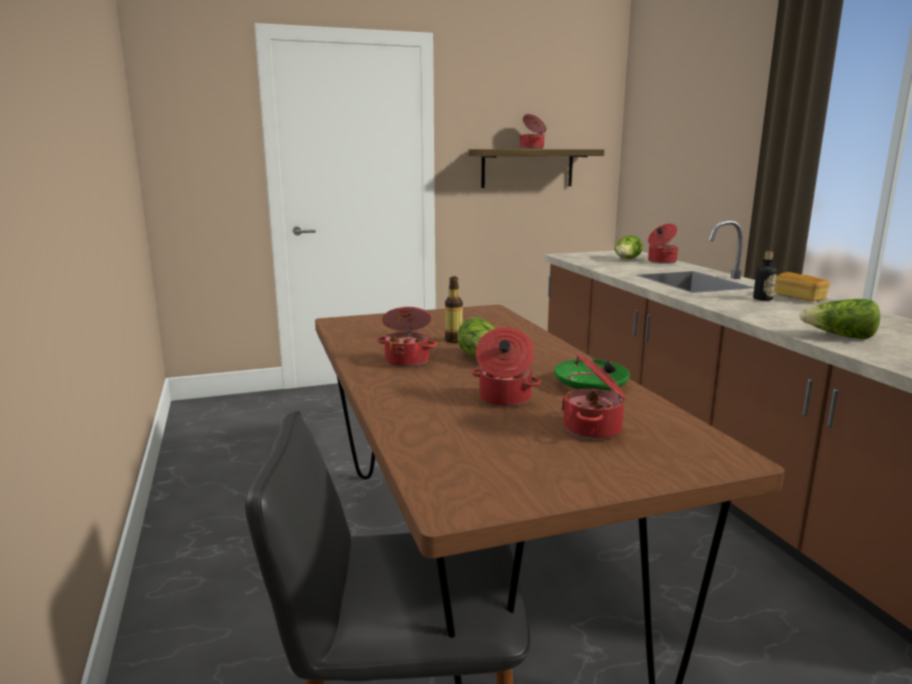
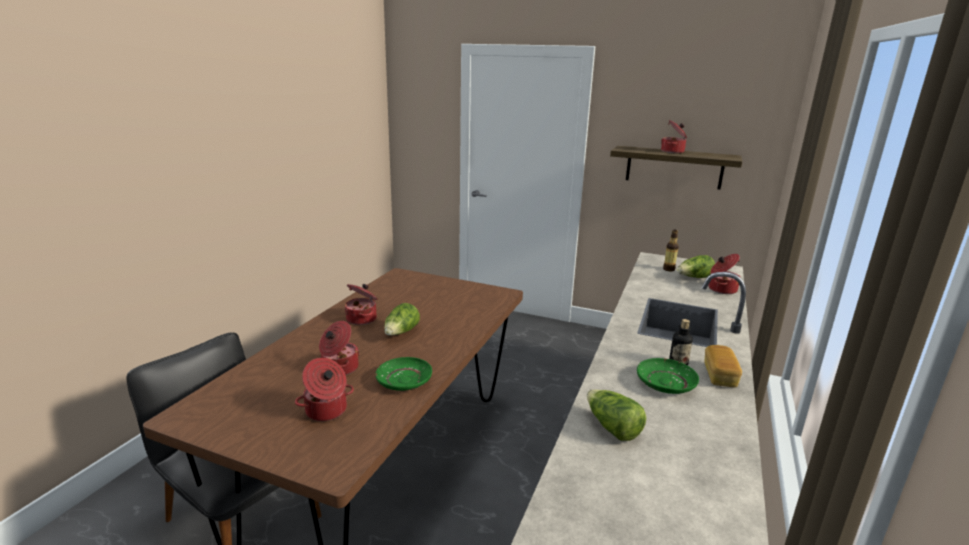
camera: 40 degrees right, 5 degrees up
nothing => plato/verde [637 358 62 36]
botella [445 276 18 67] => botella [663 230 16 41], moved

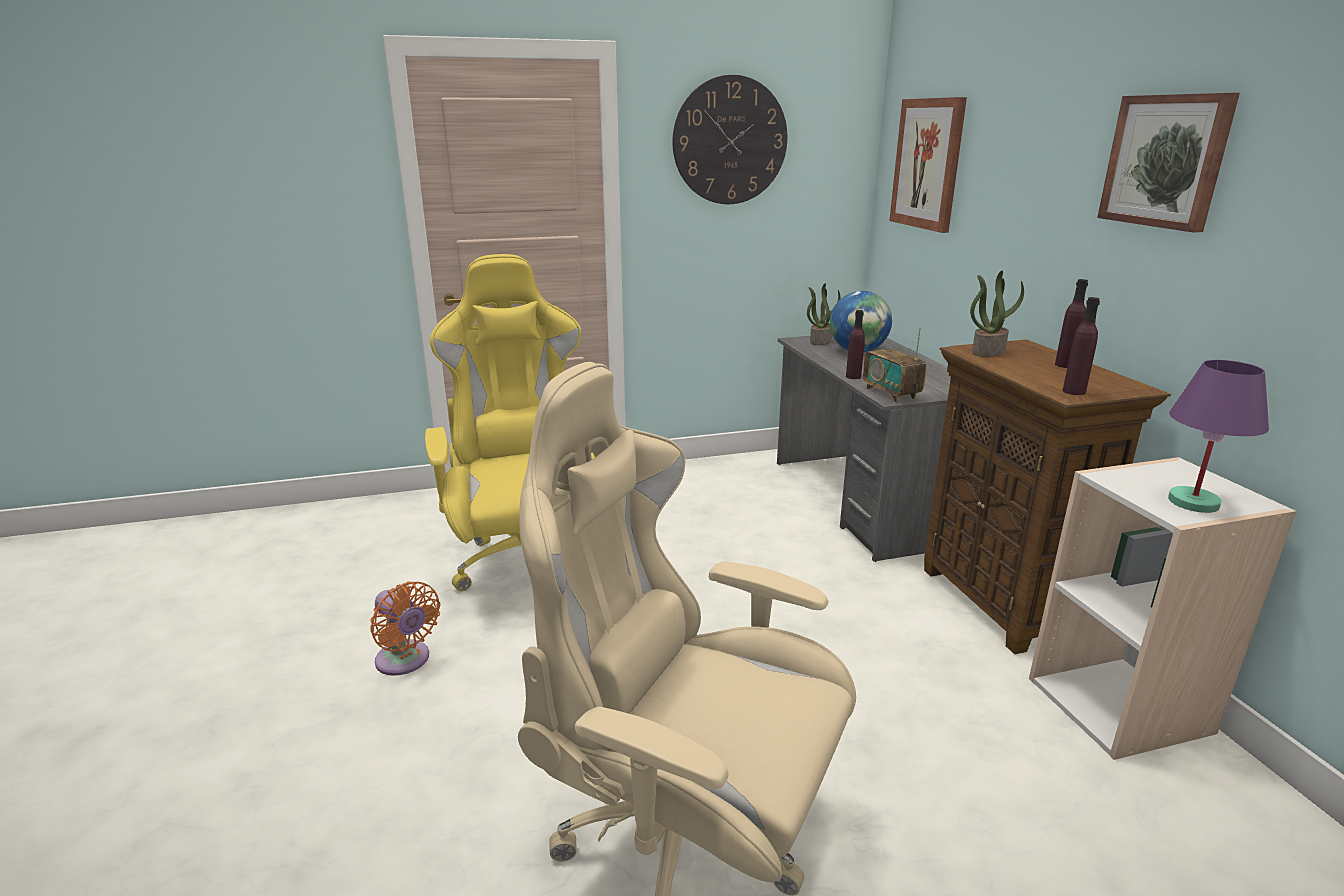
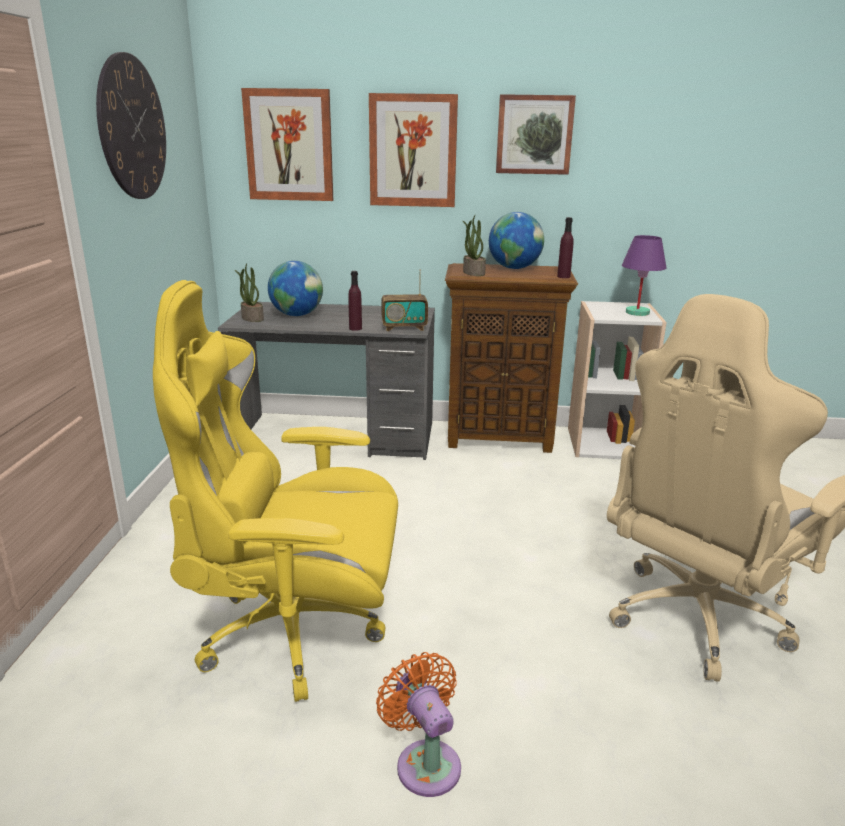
camera: 70 degrees left, 0 degrees up
nothing => cuadro [369 93 89 114]
ventilador/naranja [370 581 70 95] => ventilador/naranja [376 652 85 145], 90 degrees counterclockwise
botella/morado [1055 279 33 89] => globo terráqueo [489 212 55 57]

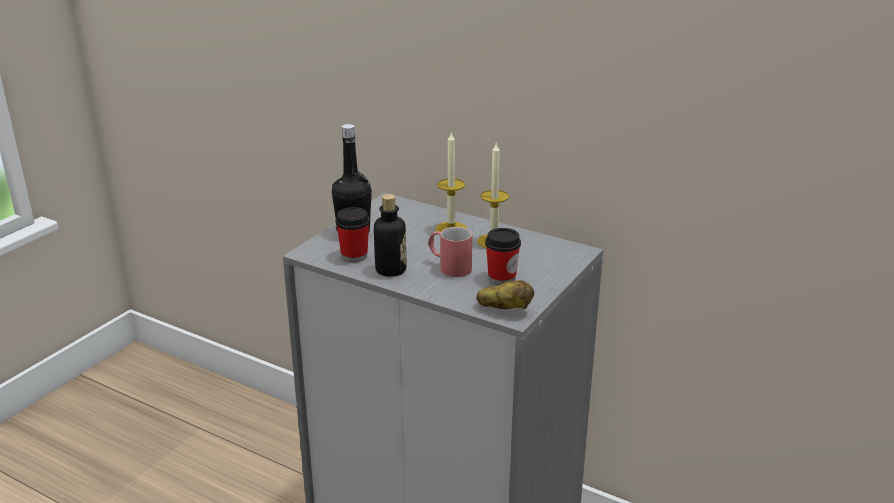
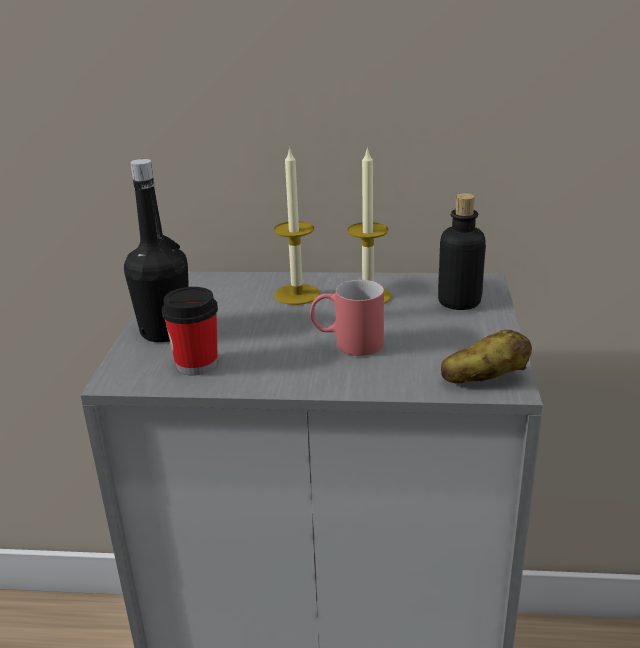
camera: 25 degrees left, 0 degrees up
botella [374 194 32 83] => botella [438 193 48 117], moved
taza [485 228 36 57] => nothing

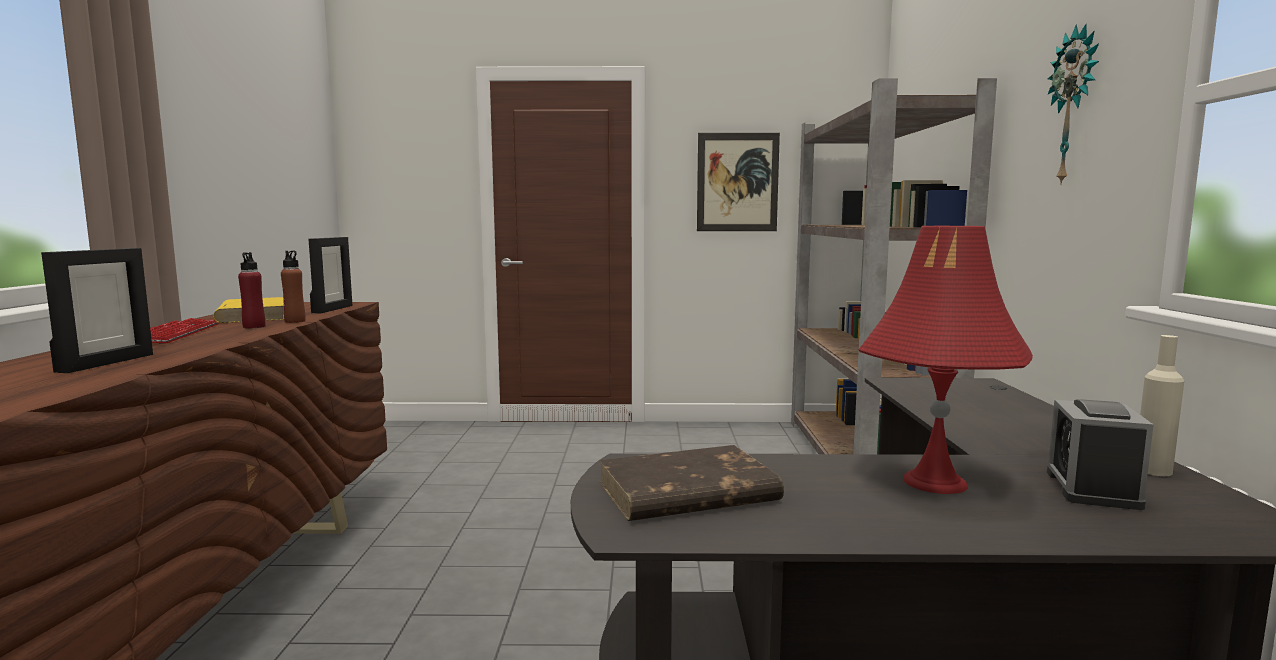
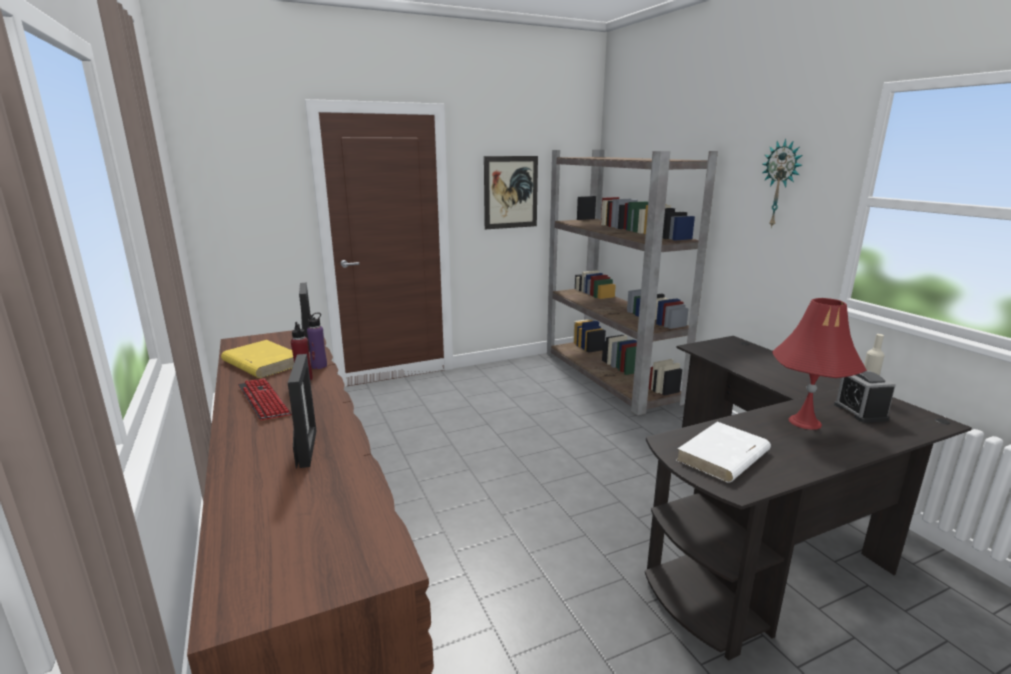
camera: 25 degrees left, 10 degrees up
botella/marrón [281 251 25 72] => botella/morado [307 312 20 57]
libro/marrón [599 445 185 76] => libro/blanco [676 422 95 61]

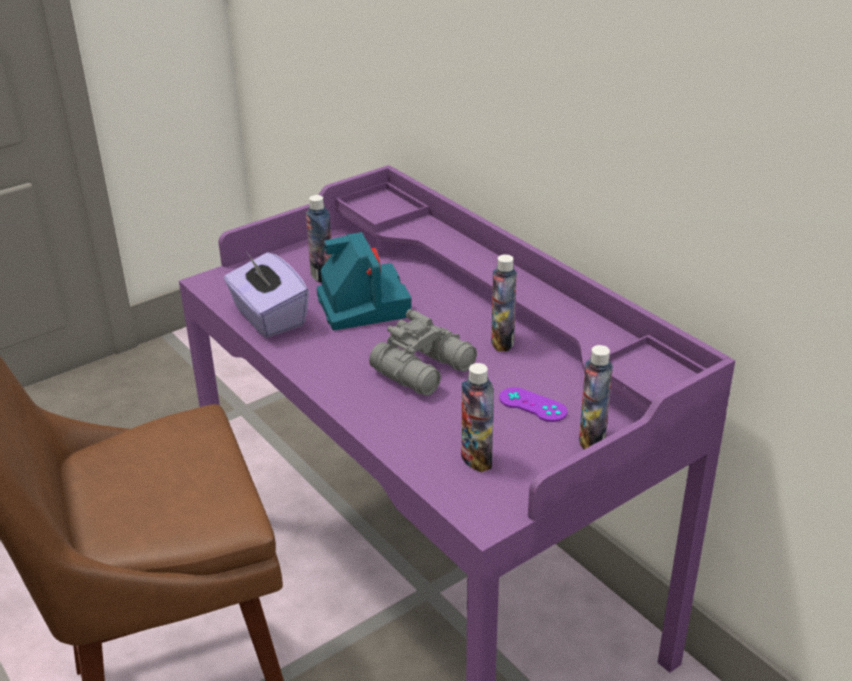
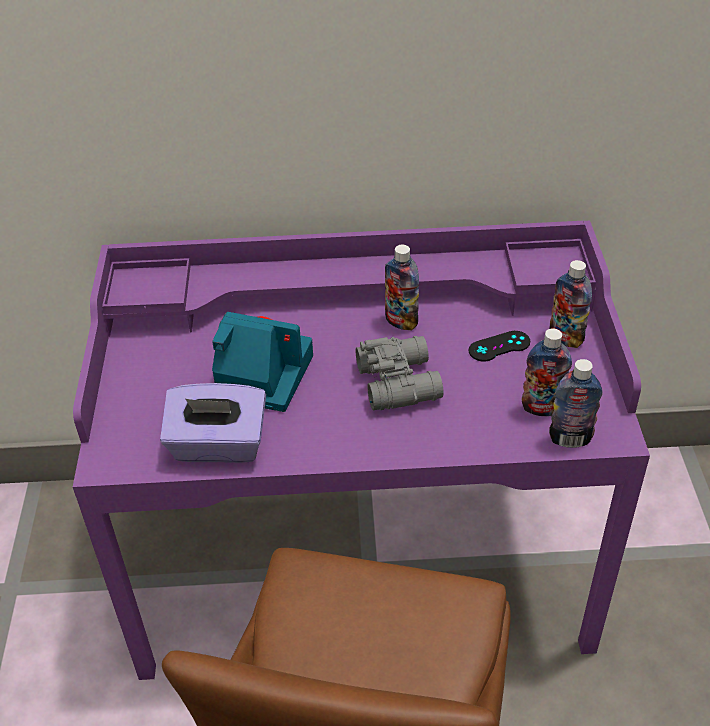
camera: 55 degrees left, 10 degrees up
mando de consola/morado [499 387 68 35] => mando de consola/negro [469 331 61 30]
botella [306 195 26 88] => botella [549 359 53 89], moved

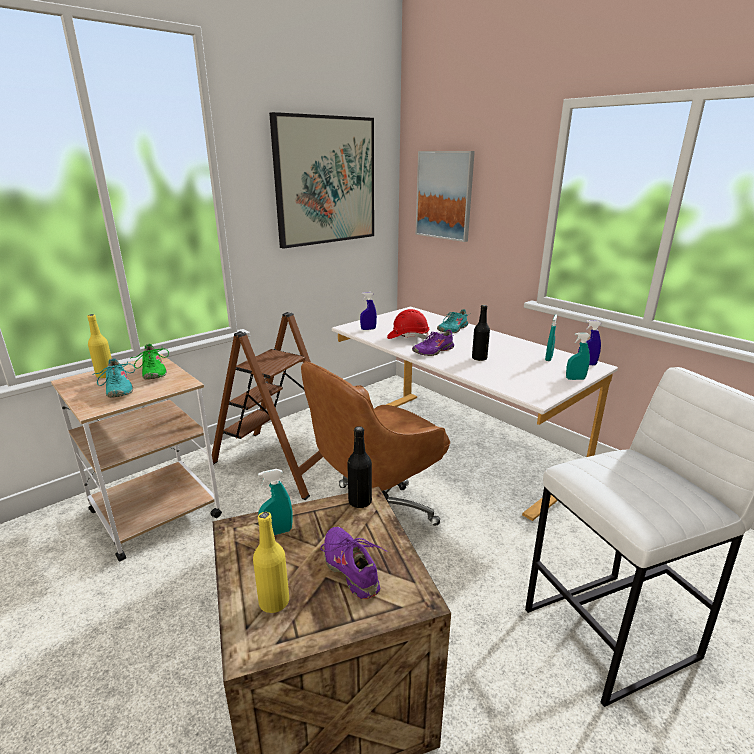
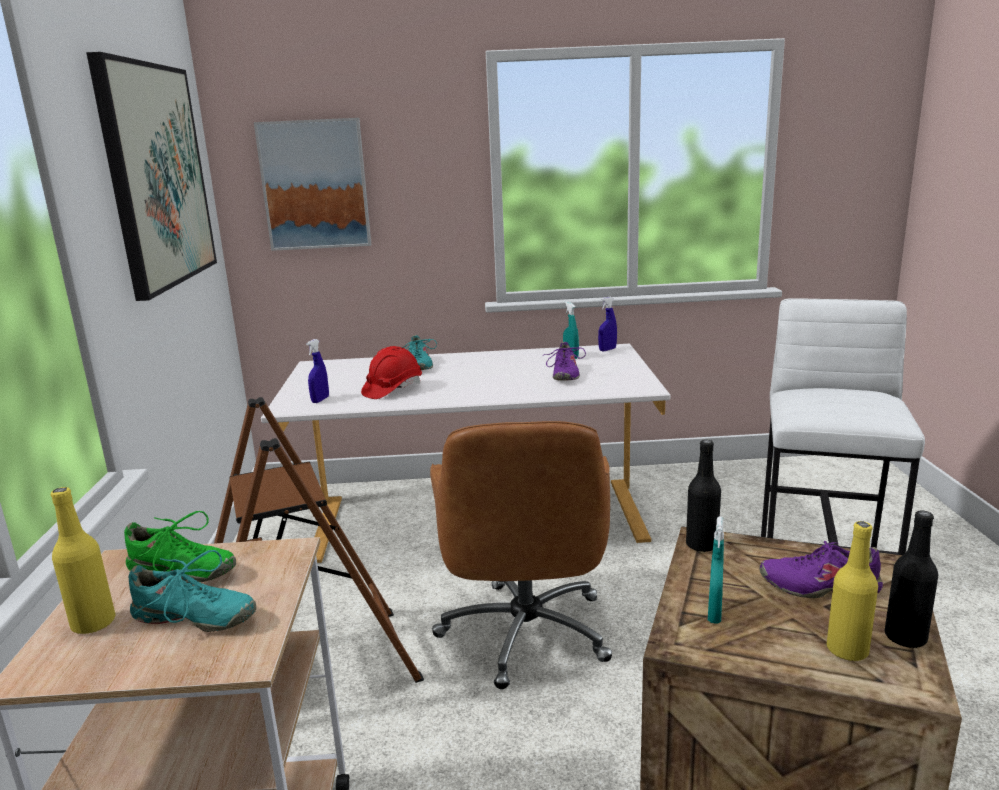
camera: 50 degrees left, 5 degrees down
zapato/morado [412 329 42 27] => zapato/morado [544 342 42 39], moved
botella/negro [472 305 18 56] => botella/negro [884 511 54 137], moved
pulverizador/turquesa [566 333 24 47] => nothing

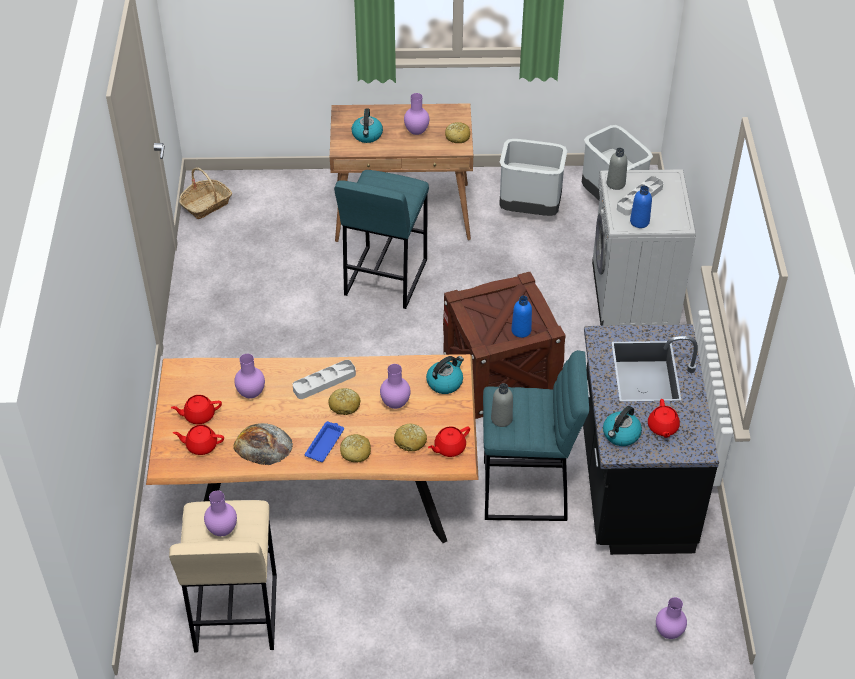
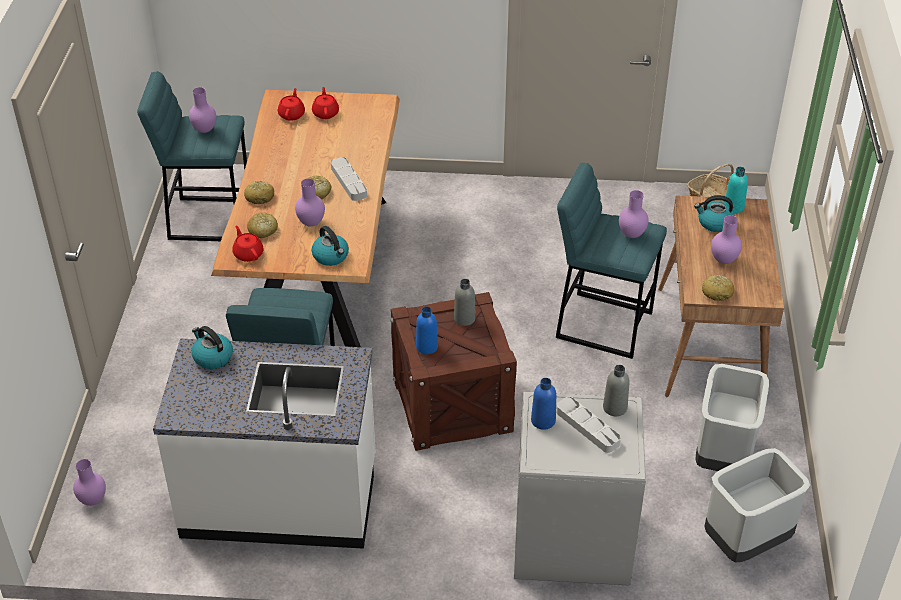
camera: 95 degrees right, 5 degrees down
taburete/beis [169 500 108 152] => taburete/turquesa [137 71 110 170]
mueble bajo de cocina/negro [583 324 136 231] => mueble bajo de cocina/blanco [153 338 223 211]
botella/gris [491 383 22 44] => botella/gris [454 279 22 47], moved
florero/morado [234 354 31 44] => florero/morado [619 190 30 48], moved
nothing => botella/turquesa [724 167 24 46]
pan [233 423 60 42] => nothing
bandeja/azul [304 421 40 41] => nothing
tetera/rojo [648 399 32 39] => nothing

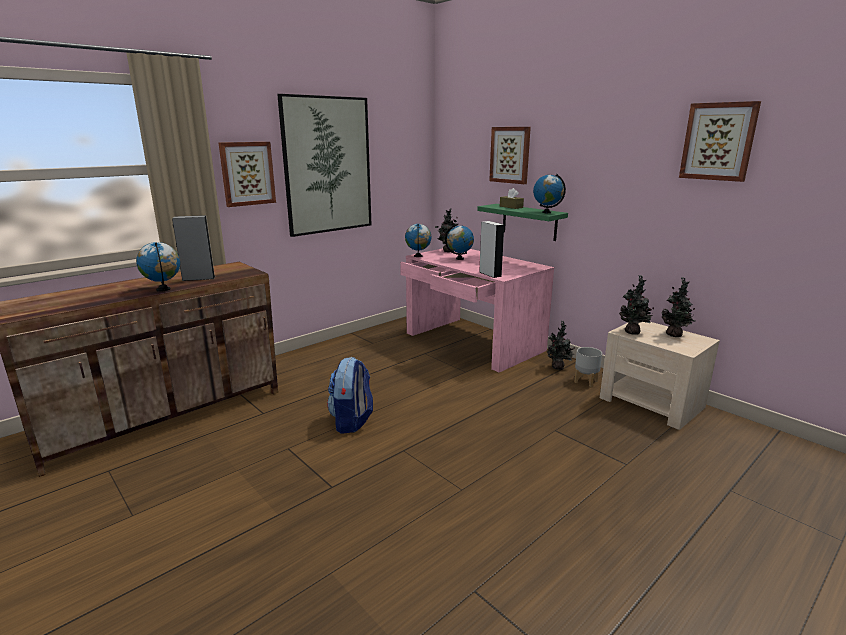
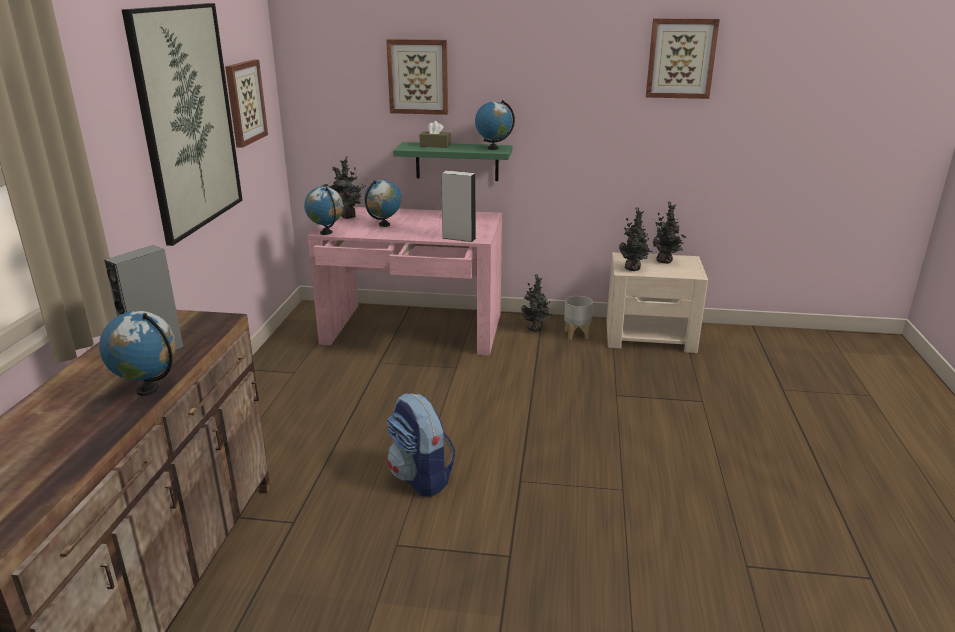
camera: 40 degrees left, 5 degrees up
cuadro [218 142 58 65] => cuadro [225 60 43 88], moved

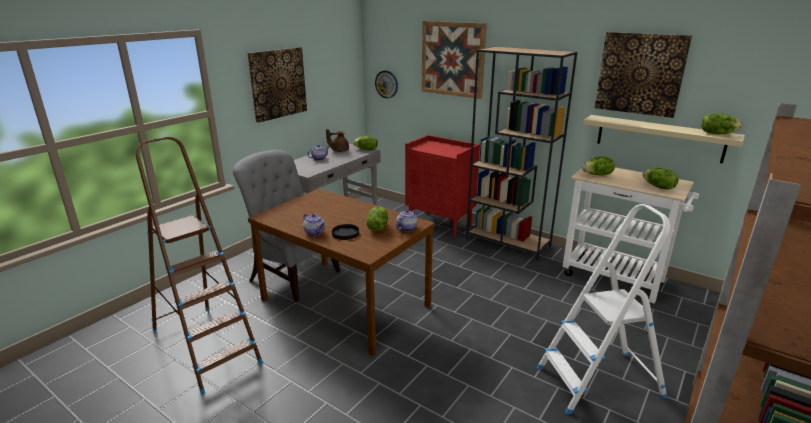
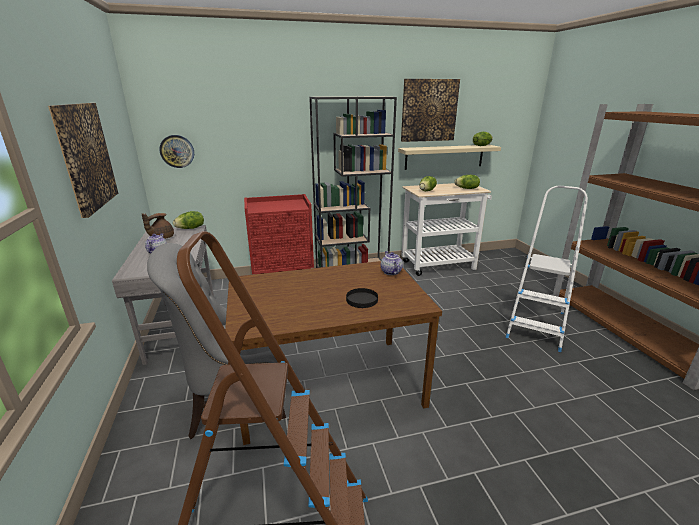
camera: 50 degrees left, 0 degrees up
tetera [303 213 22 23] => nothing
lechuga [367 207 21 24] => nothing
cuadro [422 21 65 78] => nothing

